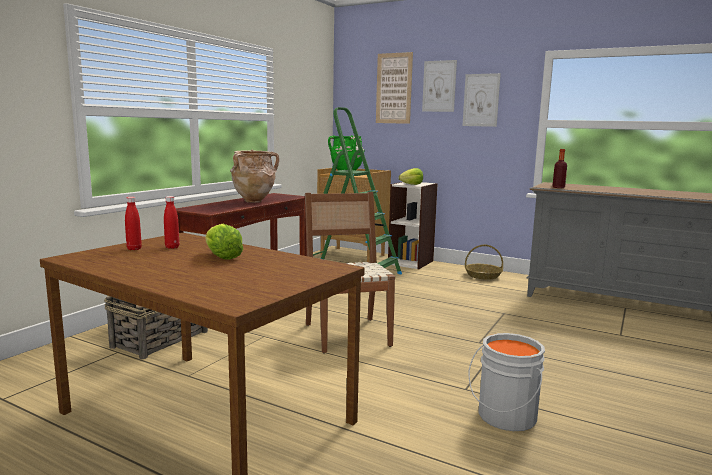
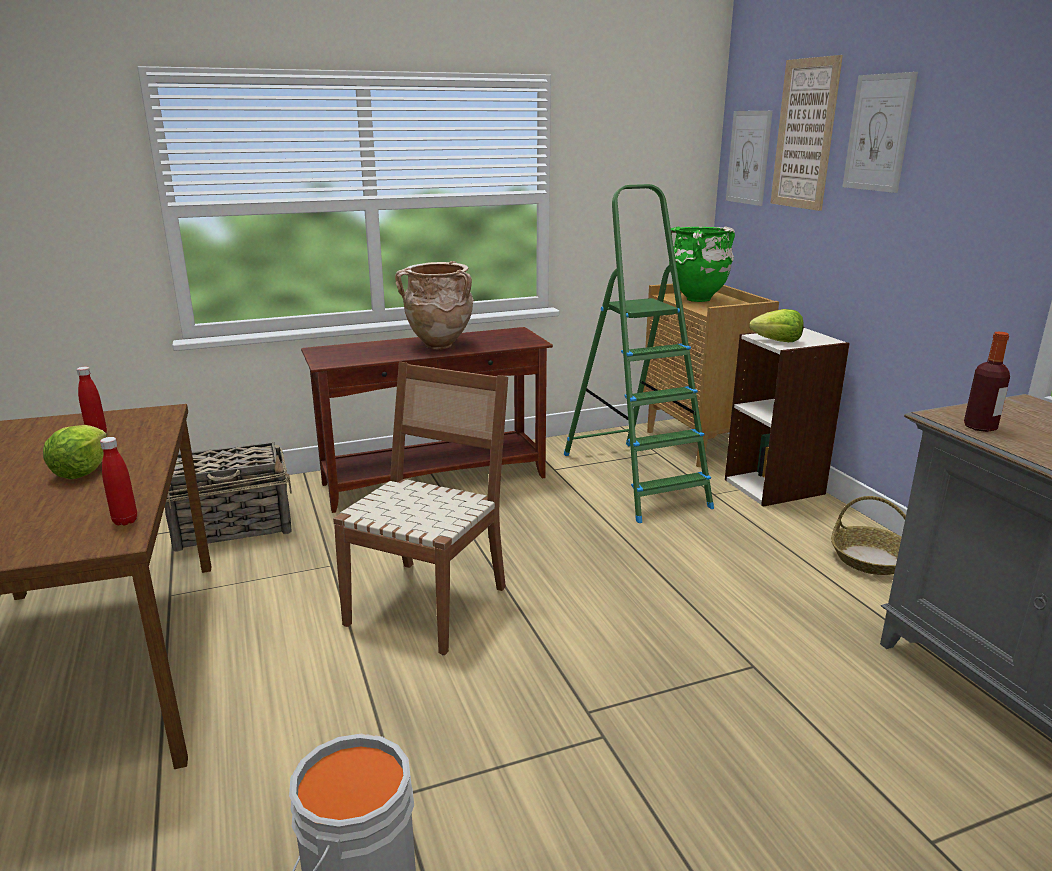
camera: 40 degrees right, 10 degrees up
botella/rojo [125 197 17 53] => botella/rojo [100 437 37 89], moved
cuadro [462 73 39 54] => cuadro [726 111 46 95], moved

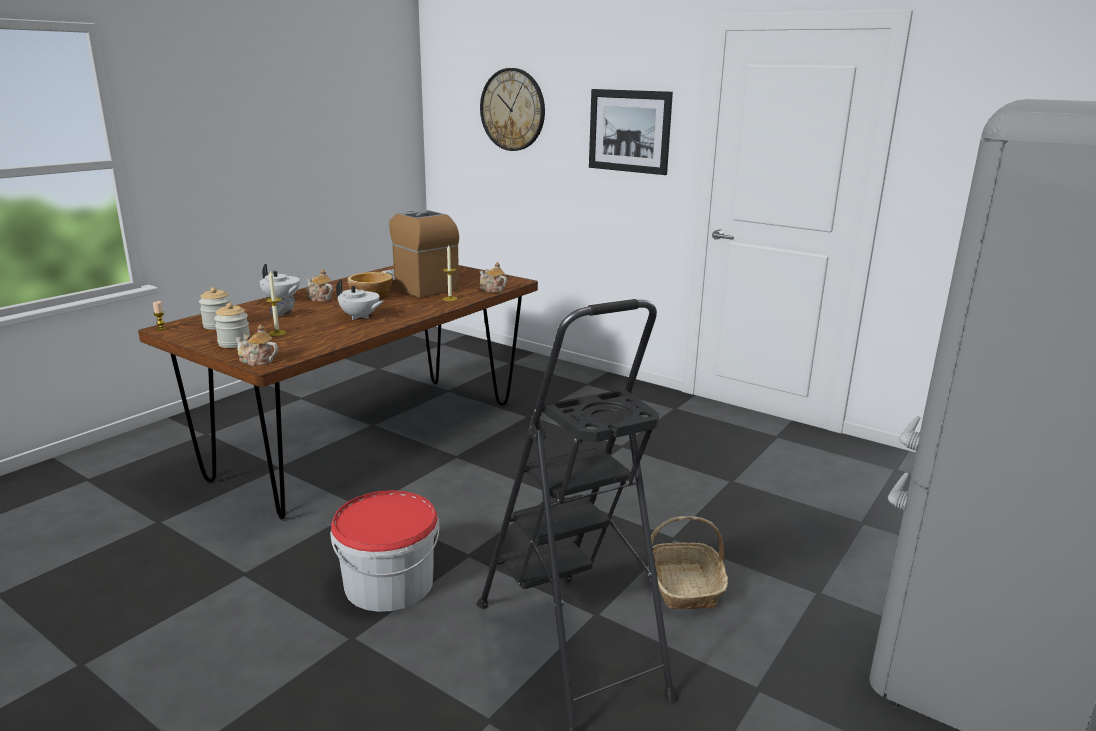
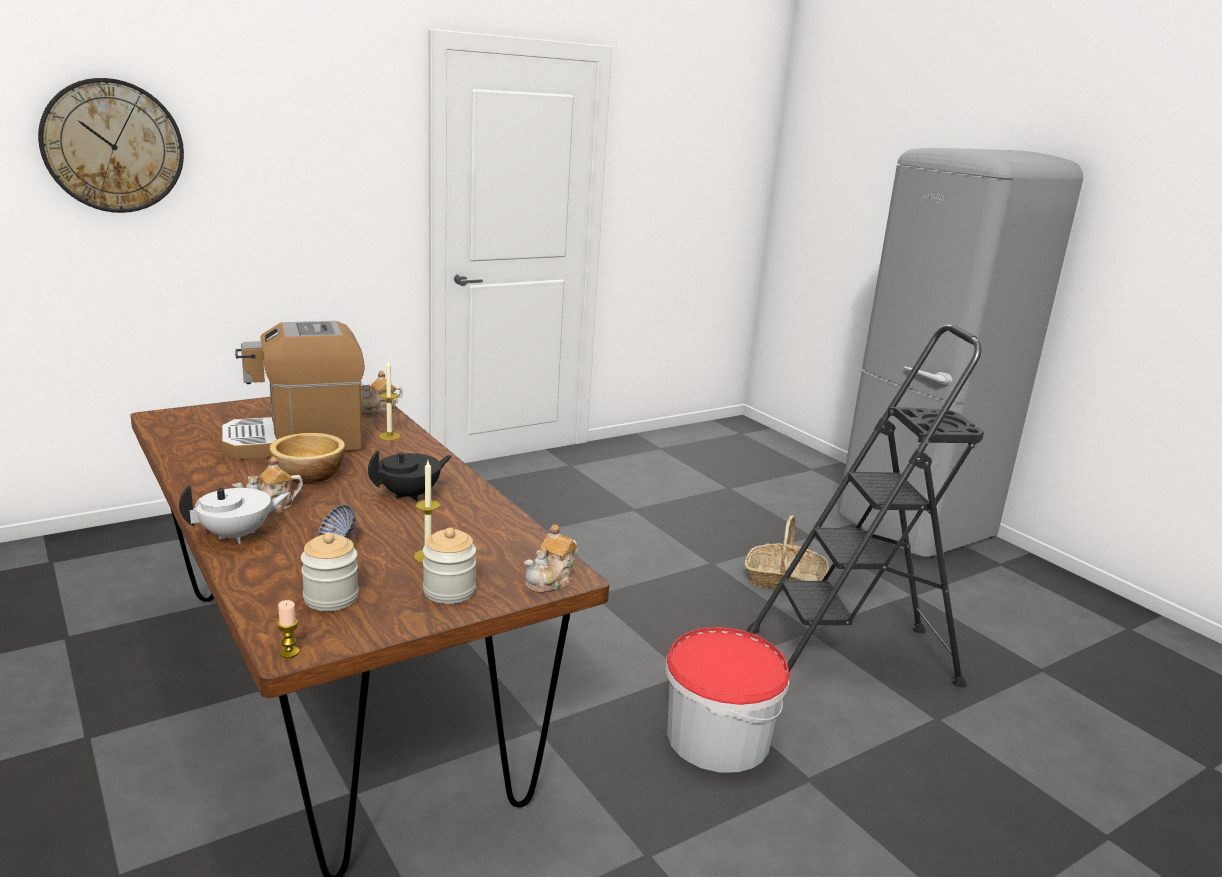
camera: 70 degrees left, 0 degrees up
tetera/blanco [336 279 48 41] => tetera/negro [368 450 84 51]
cuadro [589 89 84 86] => nothing

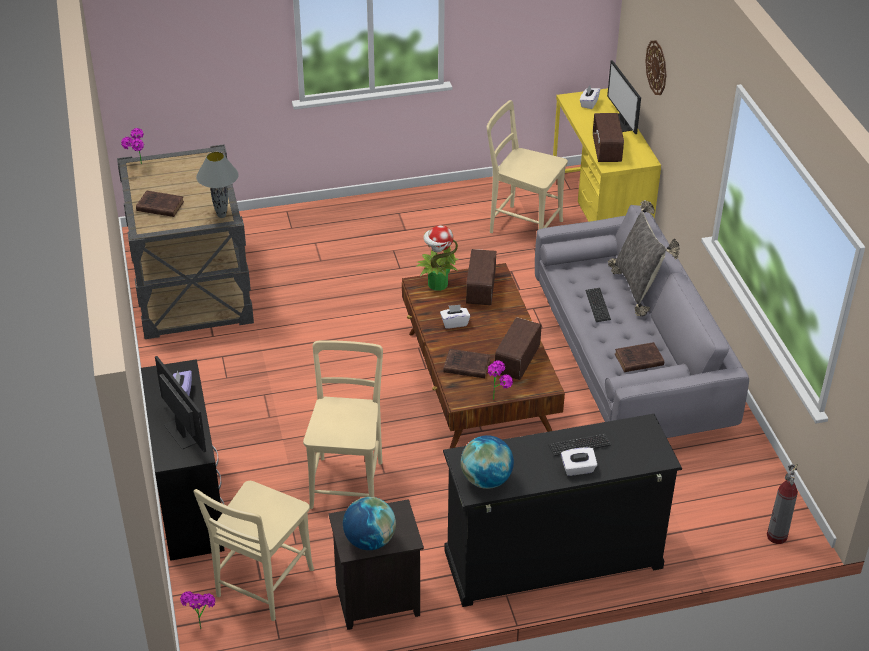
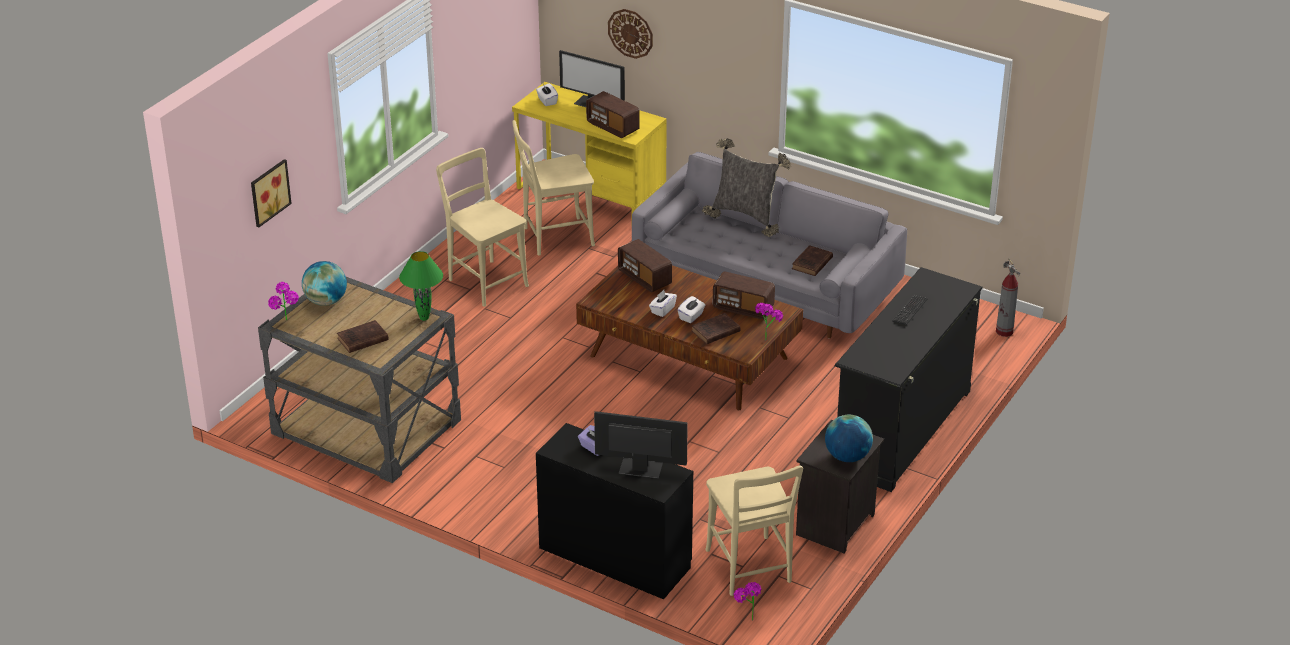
camera: 45 degrees left, 5 degrees down
nothing => cuadro [251 159 41 68]
globo terráqueo [461 435 53 54] => globo terráqueo [302 261 45 45], moved
lámpara de mesa/gris [196 152 43 66] => lámpara de mesa/verde [399 251 44 70]
silla/beis [303 340 80 169] => silla/beis [436 148 93 159], moved
caja de pañuelos/blanco [561 447 36 29] => caja de pañuelos/blanco [678 296 27 27], moved
radio [495 317 47 63] => radio [713 272 62 47], 45 degrees counterclockwise
planta en maceta [416 225 42 66] => nothing
teclado [585 288 26 34] => nothing

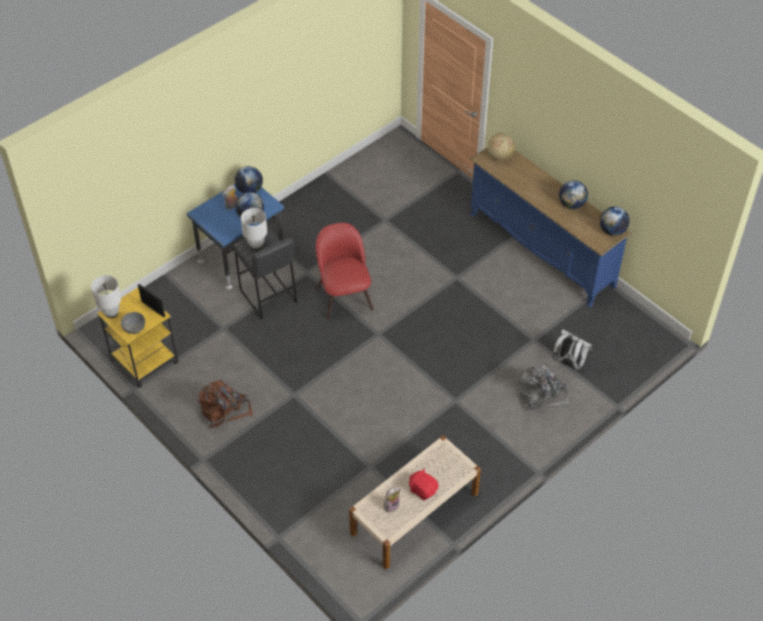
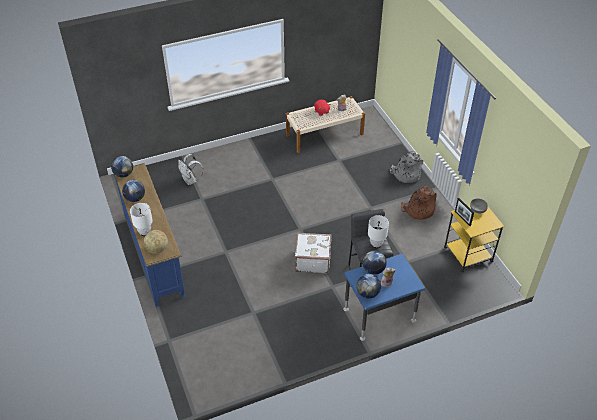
camera: 160 degrees left, 5 degrees down
lámpara de mesa/blanco [91 275 30 43] => lámpara de mesa/blanco [130 203 23 33], moved
silla/rojo [316 223 58 97] => maleta/blanco [295 233 37 41]
mochila/gris [519 365 50 45] => mochila/gris [390 151 33 32], moved

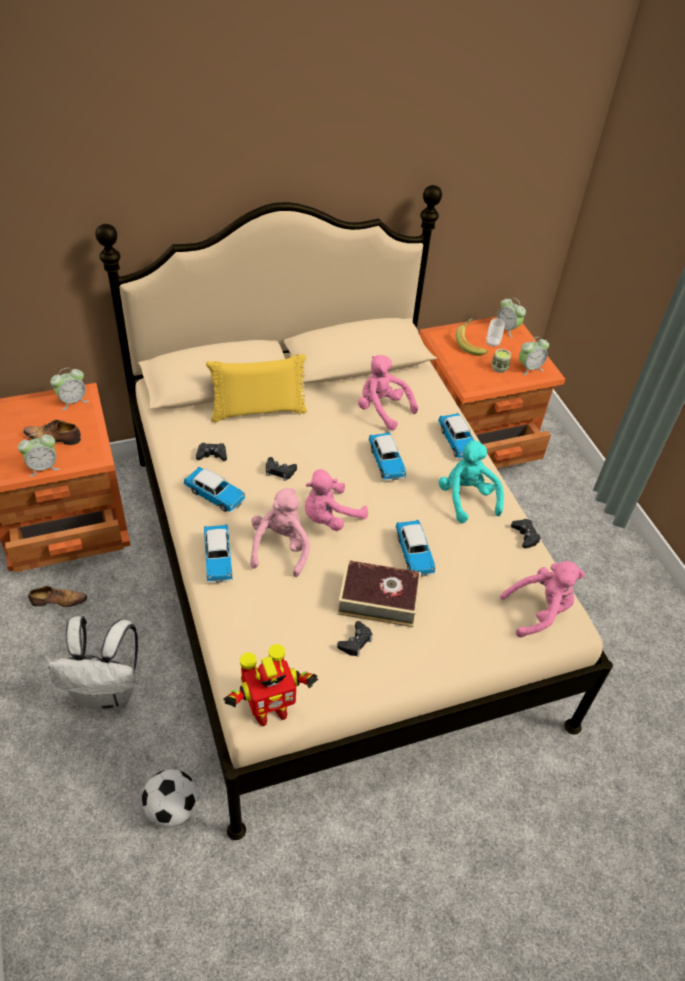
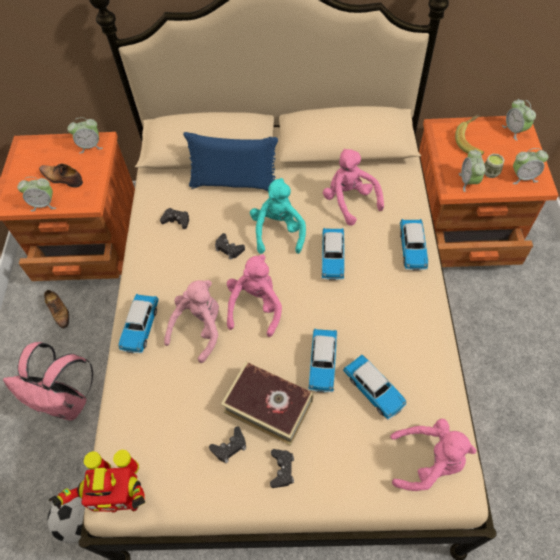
camera: 25 degrees right, 10 degrees up
mochila/blanco [48 616 90 95] => mochila/rosa [3 342 90 79]
zapato [28 586 59 21] => zapato [44 290 25 39], 45 degrees clockwise
cojín/amarillo [206 354 101 69] => cojín/azul [183 132 95 59]
peluche/rosa [305 469 63 62] => peluche/rosa [227 254 55 83], 120 degrees clockwise
peluche/turquesa [438 439 66 84] => peluche/turquesa [250 178 56 76], moved
mando de consola/negro [511 519 30 30] => mando de consola/negro [270 449 24 39], moved
coche de juguete [184 467 62 45] => coche de juguete [343 354 64 66], moved
nothing => despertador [459 149 27 43]
taza [486 319 19 28] => nothing

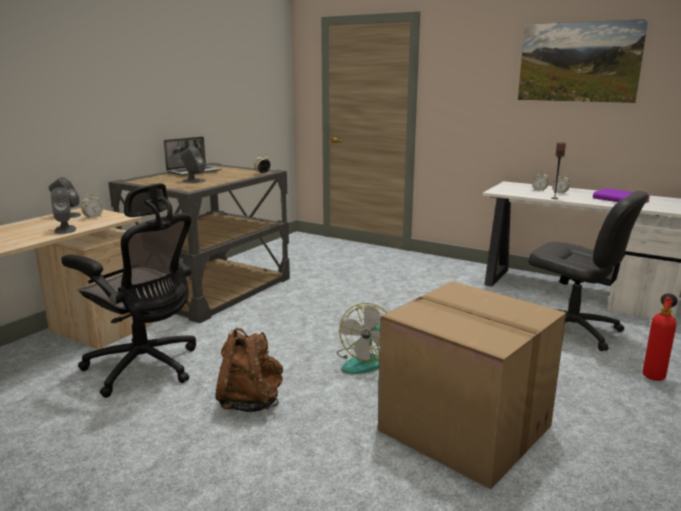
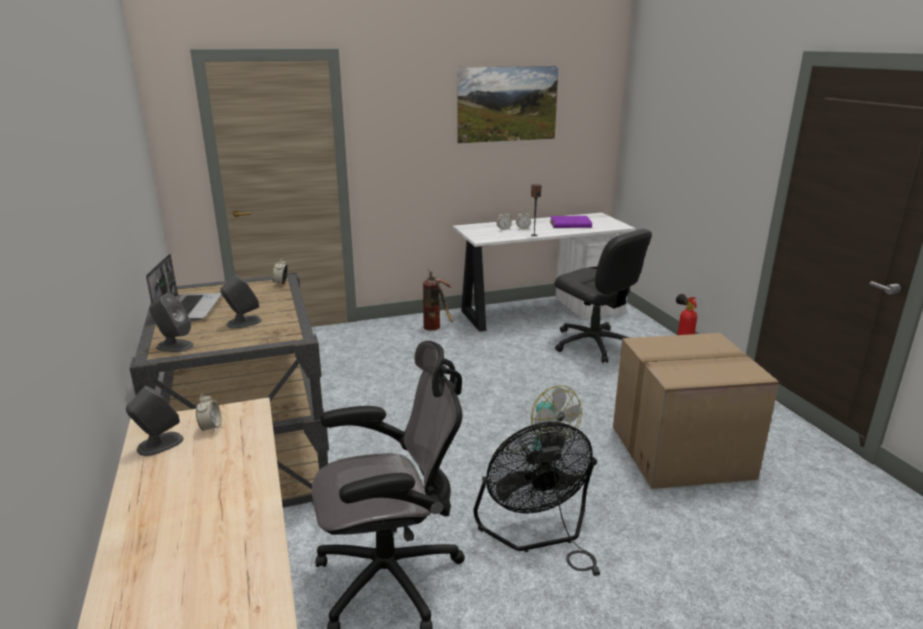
camera: 50 degrees left, 5 degrees up
altavoz/gris [51 188 25 46] => altavoz/gris [149 294 45 58], moved
nothing => extintor [423 269 31 62]
mochila/marrón [216 328 67 84] => ventilador/negro [473 422 127 154]
silla de oficina/negro [528 191 121 160] => silla de oficina/negro [554 229 98 134], 60 degrees clockwise

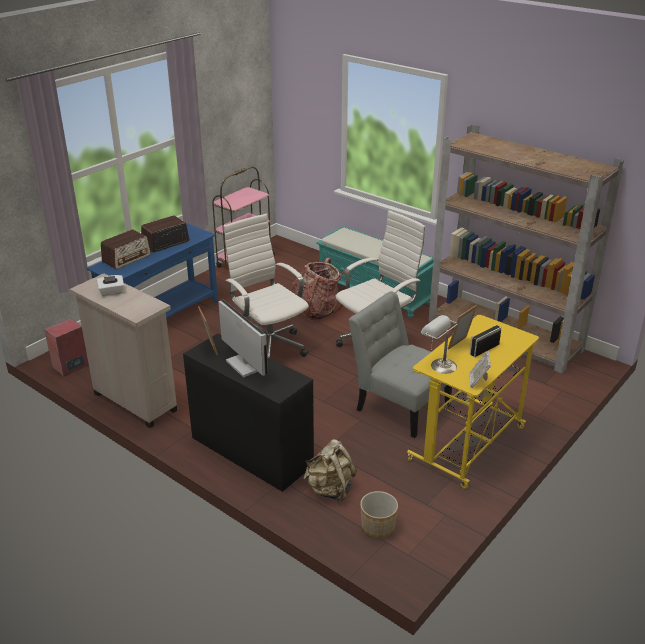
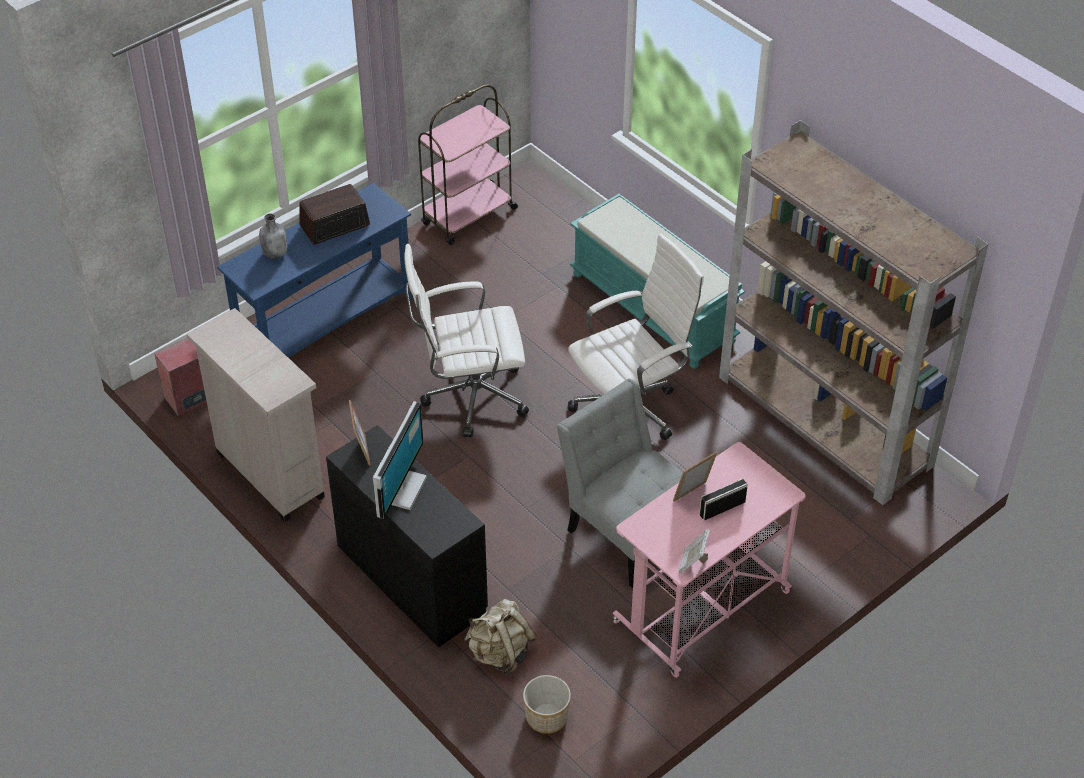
camera: 10 degrees right, 15 degrees up
radio [101 230 50 39] => botella/gris [259 214 28 45]
monitor [218 300 50 78] => monitor [373 401 54 118], 45 degrees clockwise
silla de oficina/blanco [223 214 86 144] => silla de oficina/blanco [405 244 124 193], 75 degrees counterclockwise
escritorio/amarillo [407 315 132 174] => escritorio/rosa [613 442 193 236]
caja de pañuelos/blanco [97 275 27 21] => nothing
mochila [292 258 59 63] => nothing
lámpara de mesa/blanco [421 315 37 59] => nothing

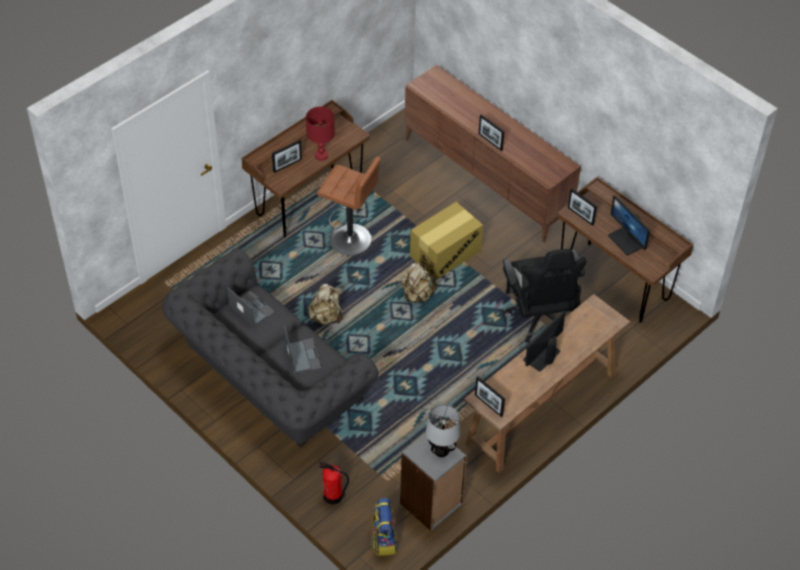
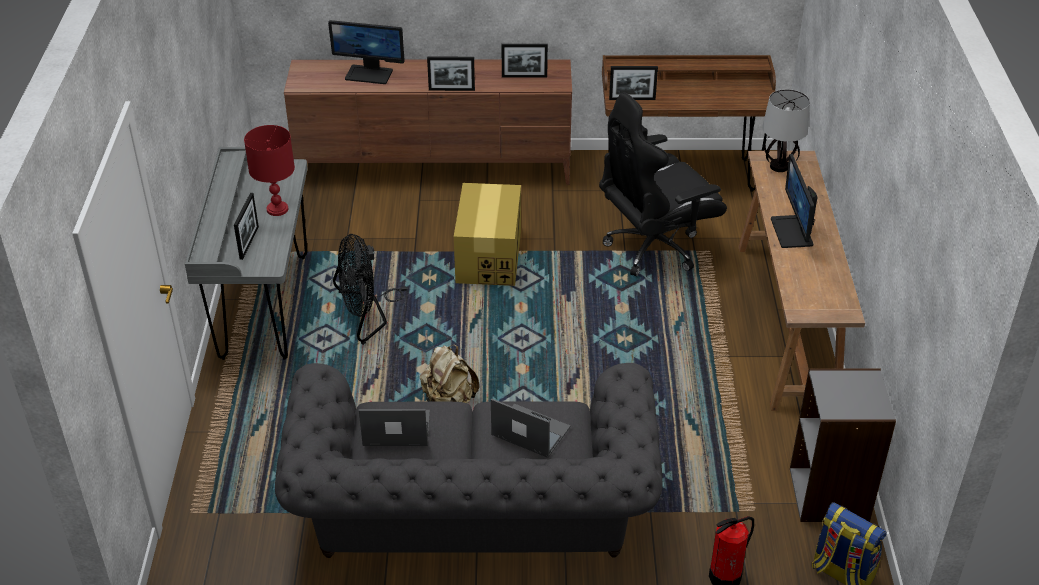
camera: 45 degrees left, 10 degrees down
escritorio/marrón [242 100 127 137] => escritorio/gris [185 147 123 213]
monitor [608 195 42 60] => monitor [328 20 77 64], moved
taburete/marrón [317 157 64 98] => ventilador/negro [333 234 75 111]
portarretratos [475 377 30 40] => portarretratos [502 44 46 34], moved
silla de oficina/negro [503 249 83 94] => silla de oficina/negro [599 92 128 184], 120 degrees clockwise
lámpara de mesa [426 404 34 53] => lámpara de mesa [762 89 48 83], moved
mochila/beis [401 263 36 40] => nothing

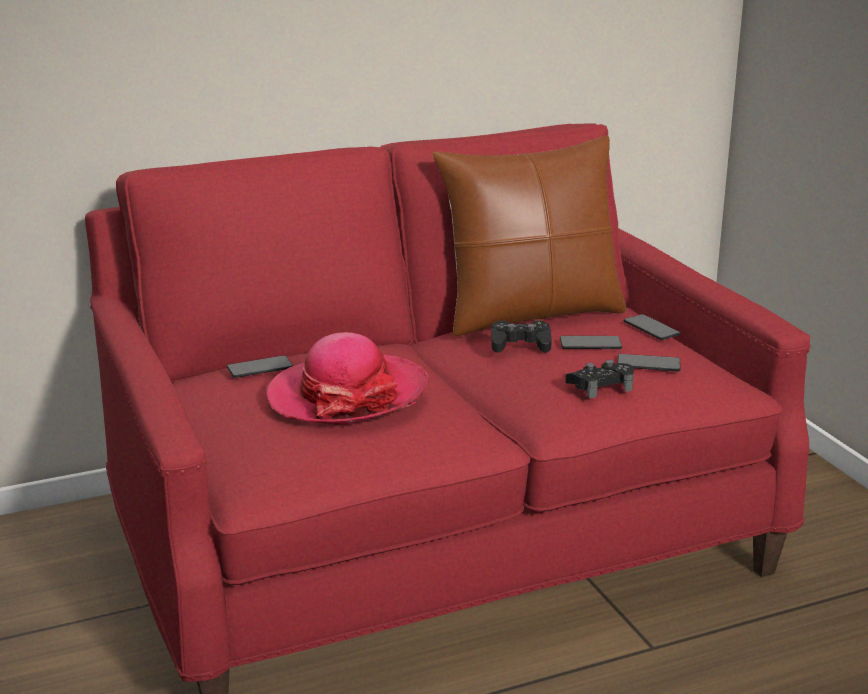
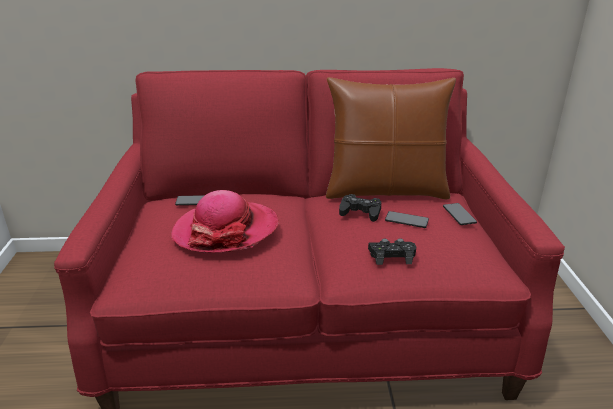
camera: 20 degrees right, 5 degrees up
móvil [617 354 64 18] => nothing

